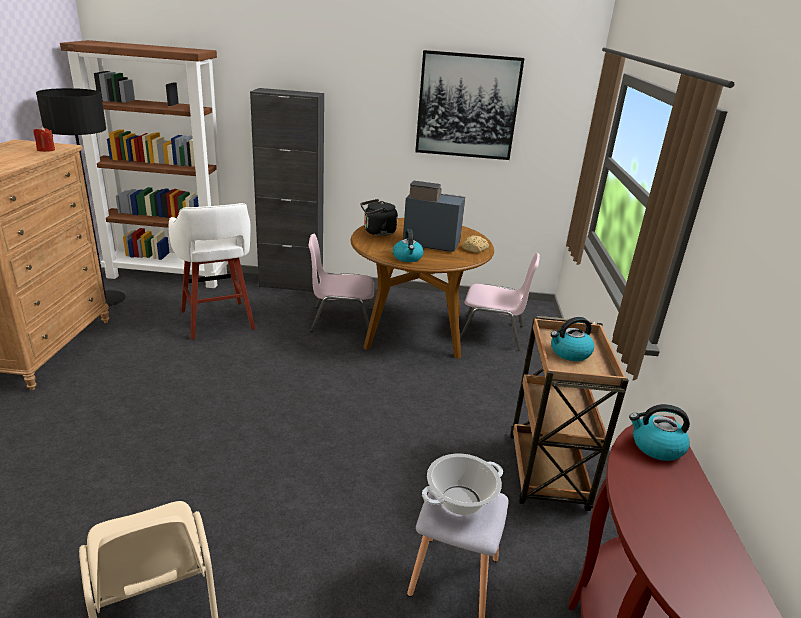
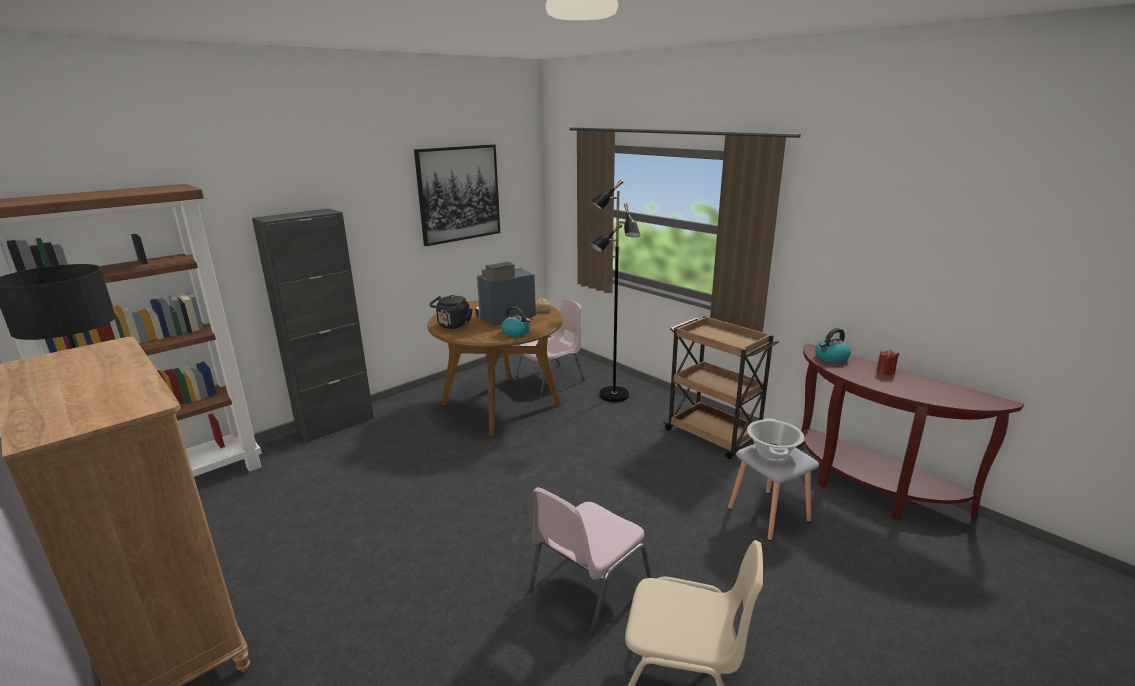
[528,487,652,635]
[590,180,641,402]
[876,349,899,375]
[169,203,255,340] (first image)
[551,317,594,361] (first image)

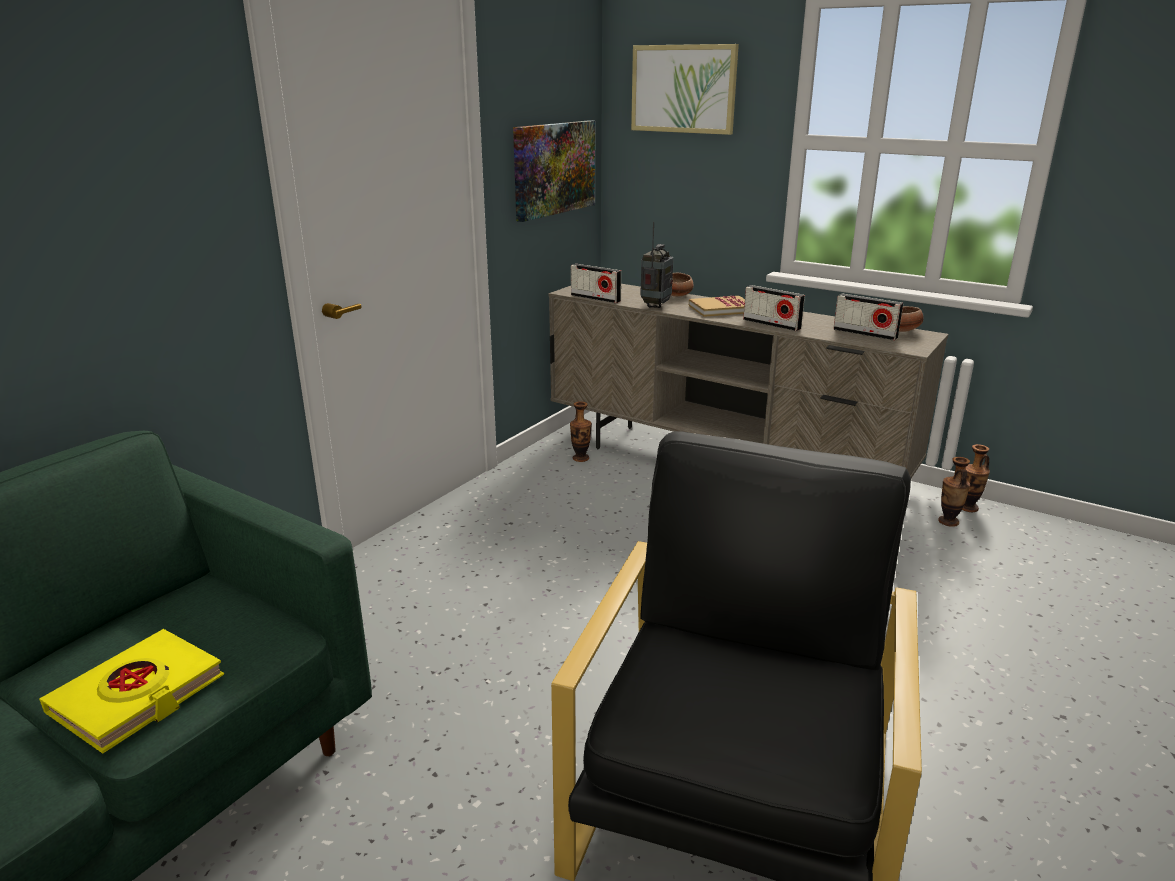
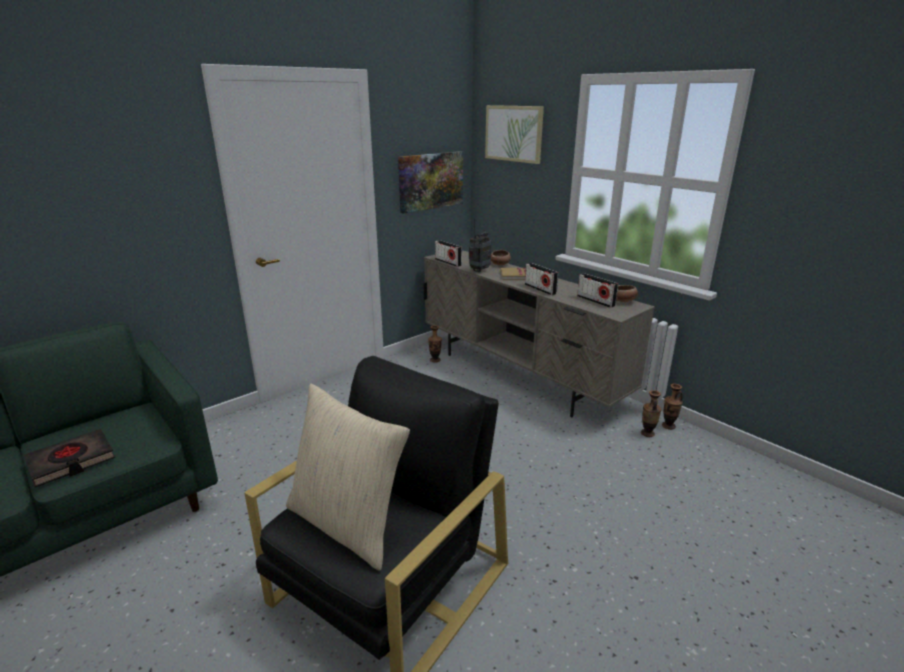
[24,429,115,488]
[286,384,410,571]

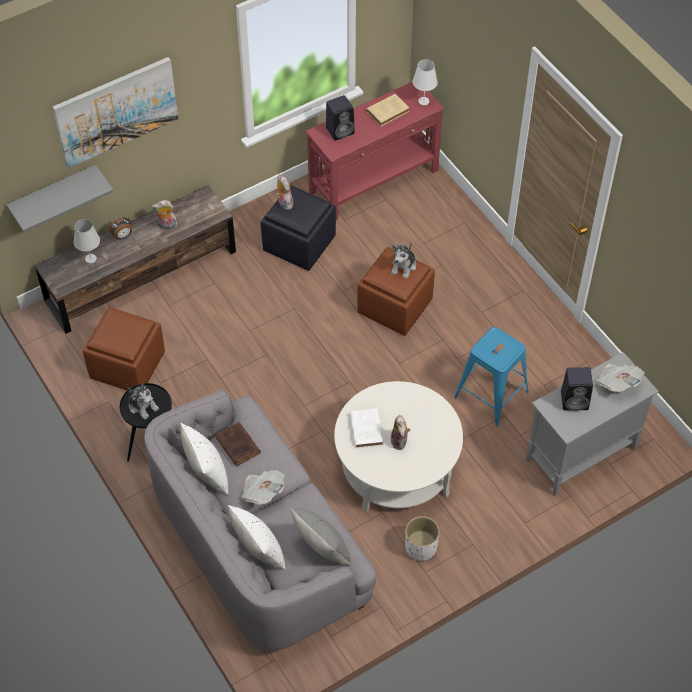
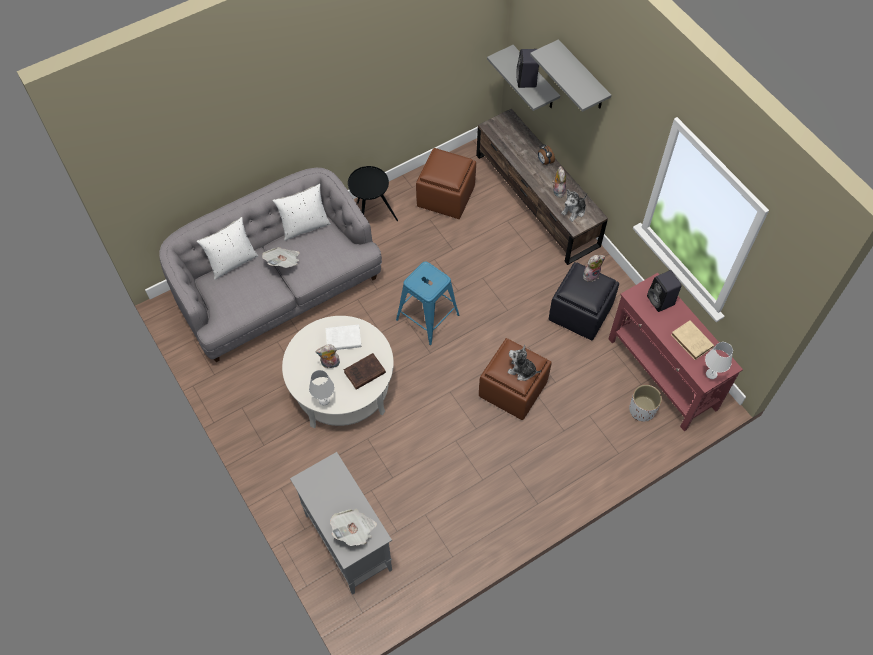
[309,370,334,405]
[344,353,386,390]
[396,261,460,345]
[516,49,539,88]
[530,39,611,112]
[561,189,587,222]
[629,385,662,421]
[290,507,352,565] (first image)

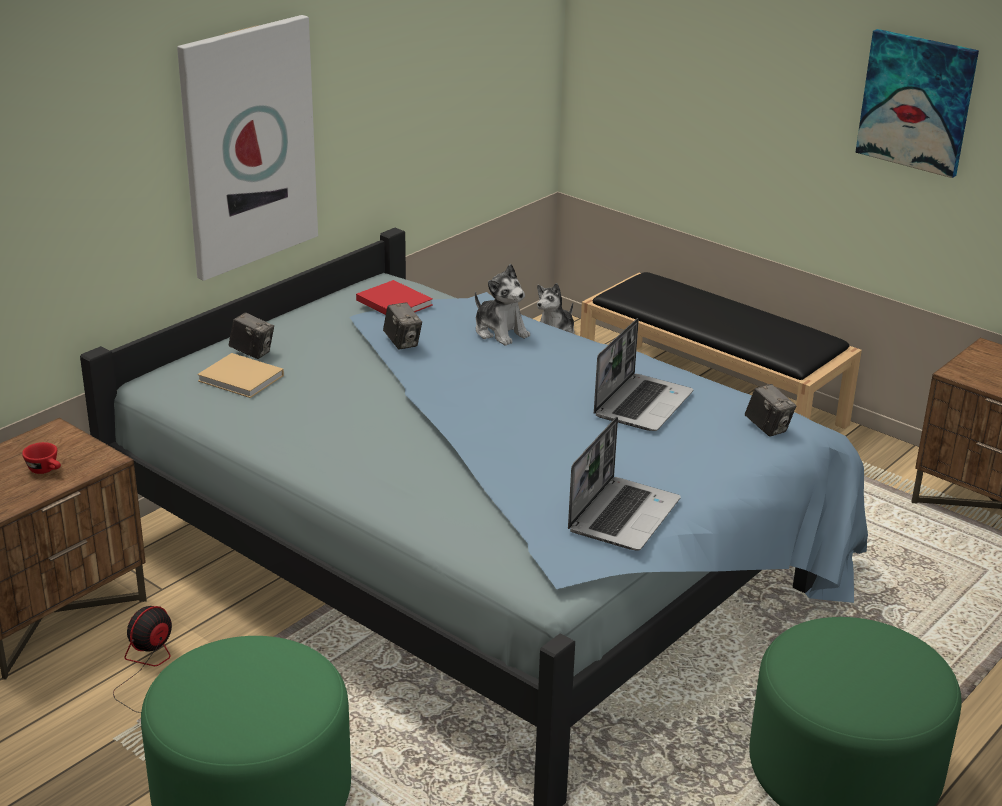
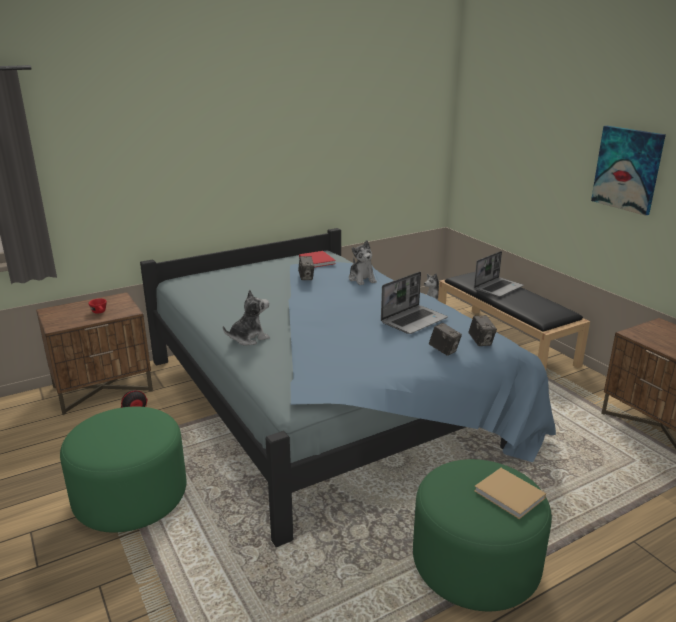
[223,290,270,345]
[429,323,462,356]
[474,251,524,297]
[474,468,546,519]
[177,15,318,281] (first image)

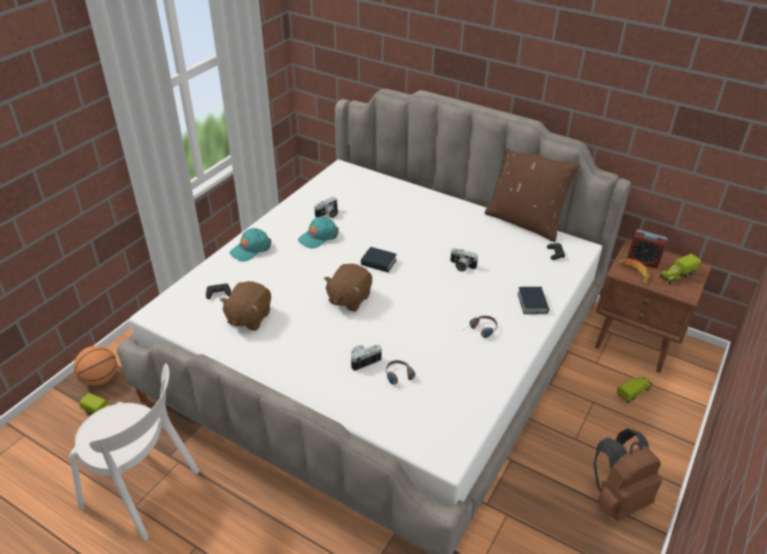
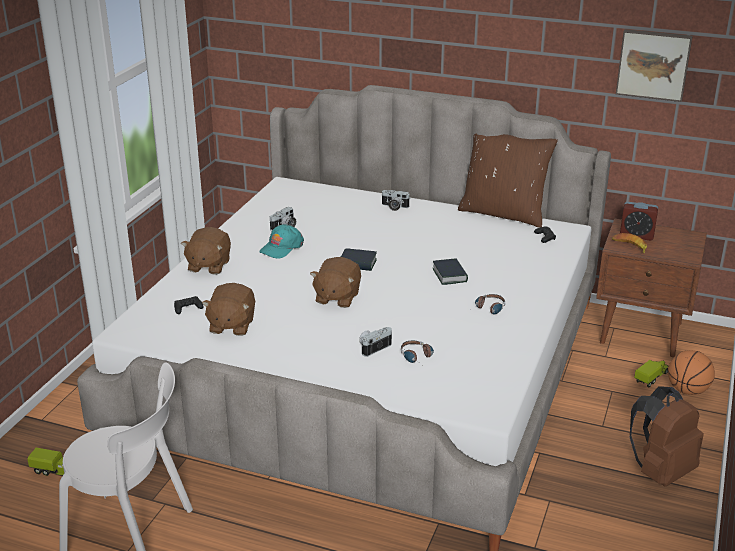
[181,227,231,275]
[381,190,410,211]
[432,258,468,285]
[616,29,692,102]
[668,350,715,395]
[659,254,701,284] (first image)

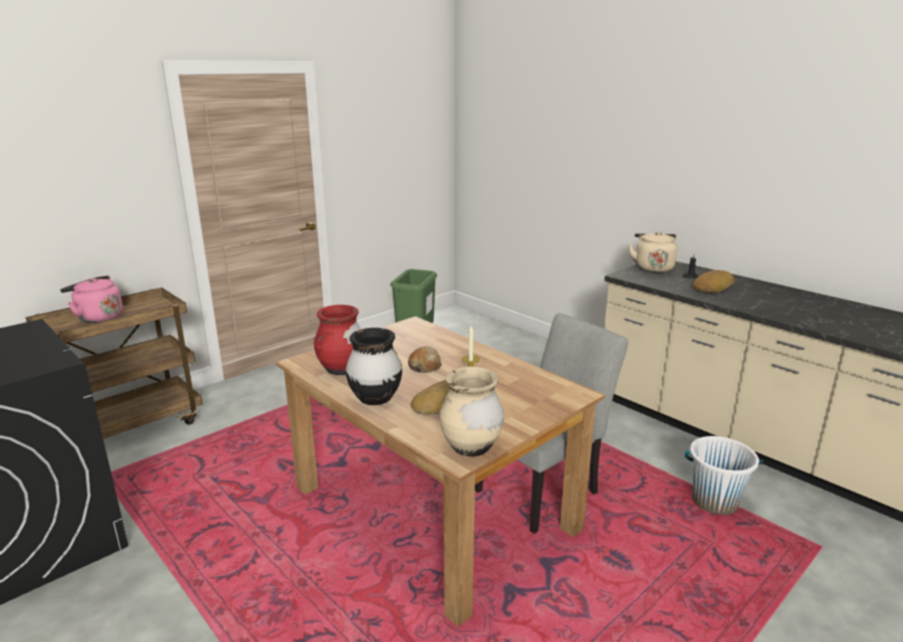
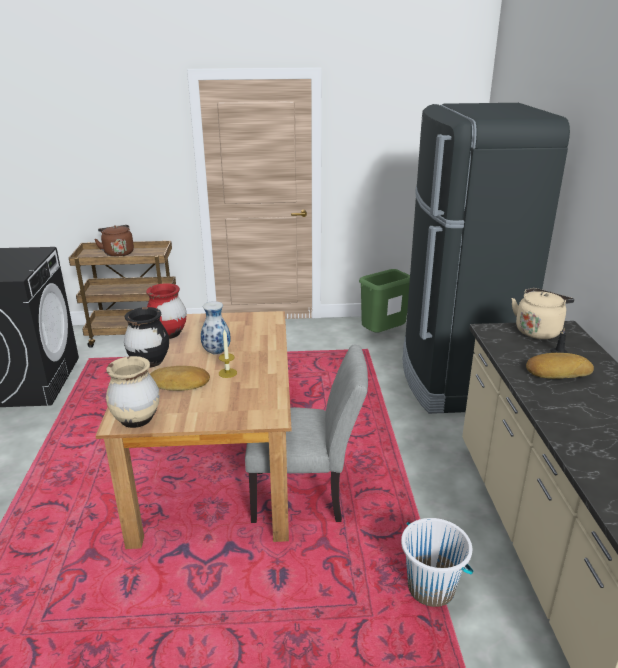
[94,225,134,256]
[201,301,231,355]
[403,103,570,414]

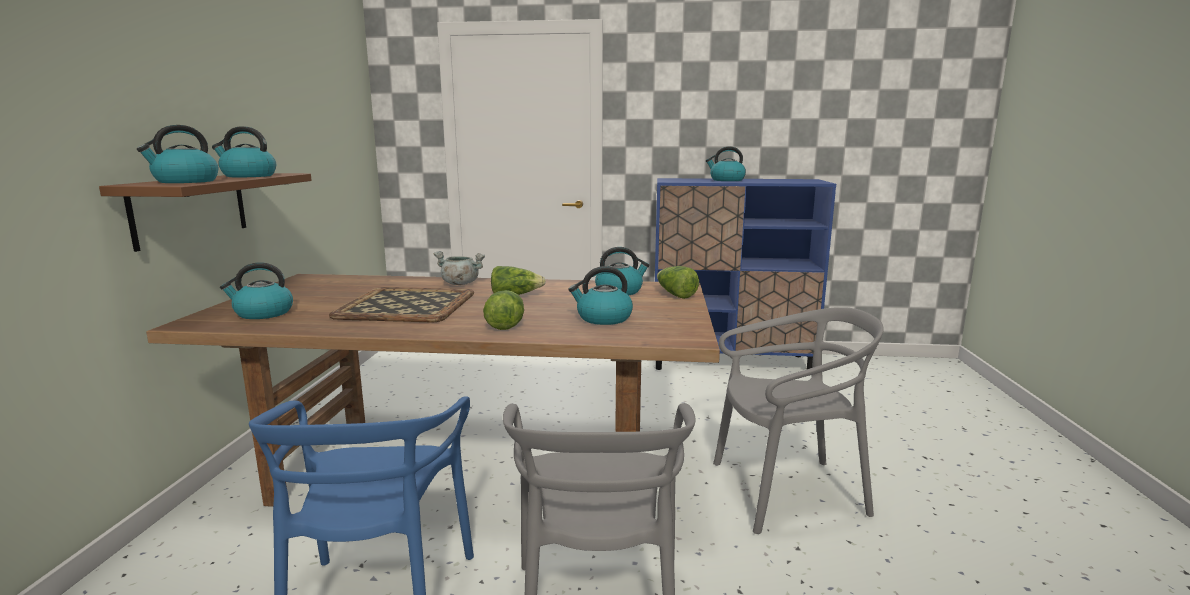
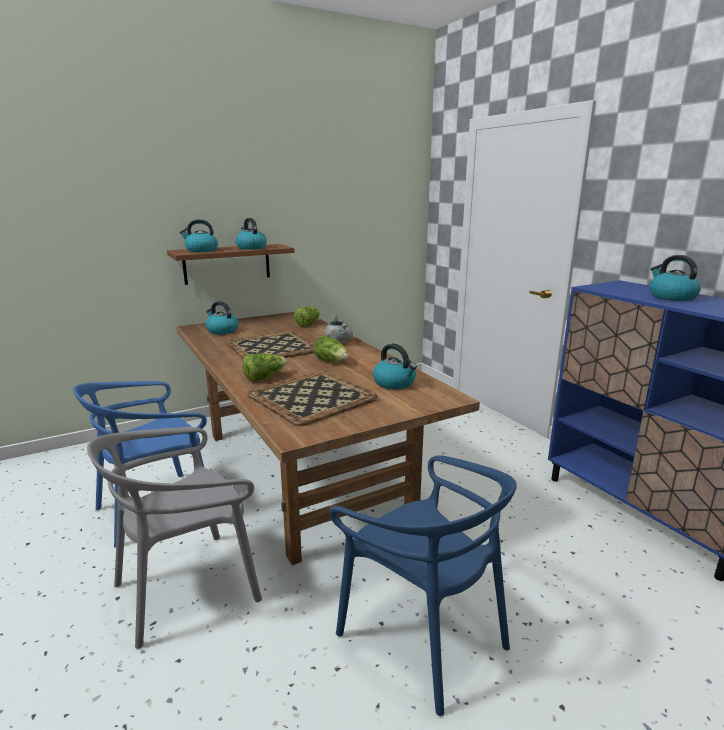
[247,371,378,426]
[294,307,320,327]
[329,455,517,716]

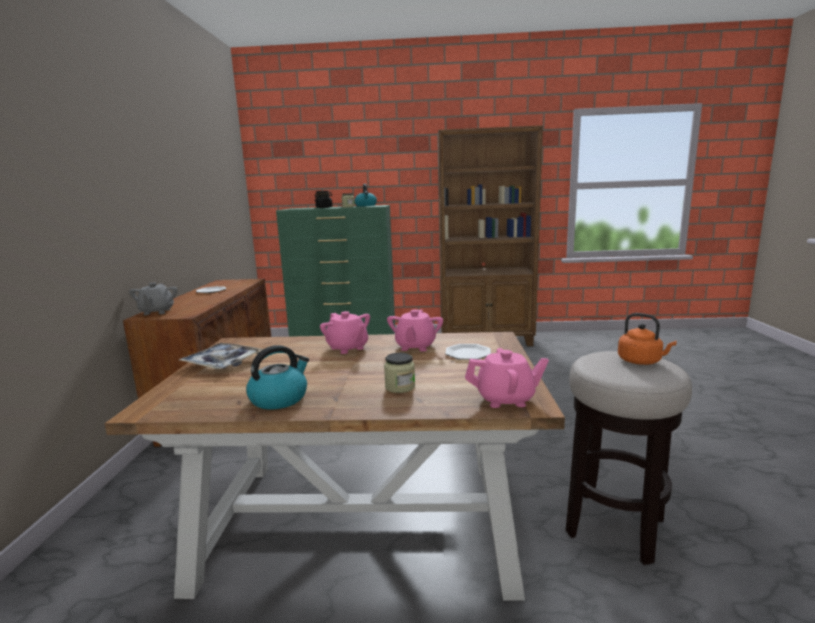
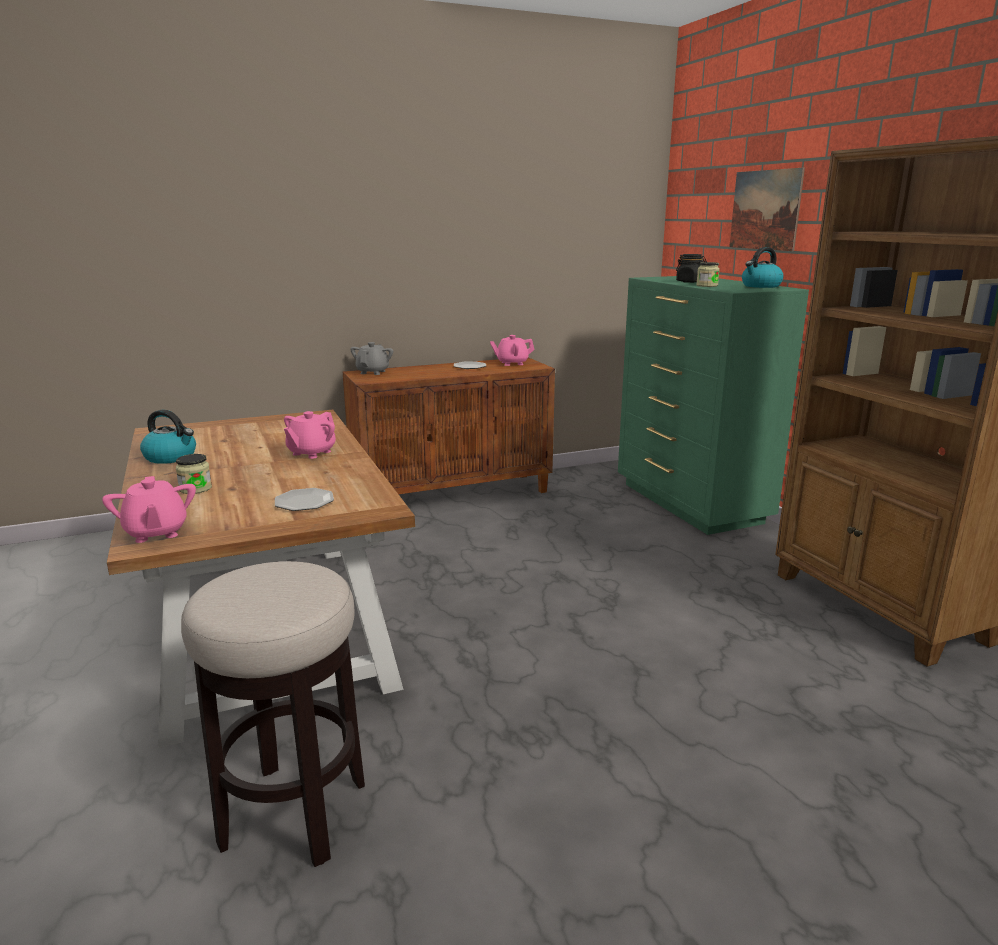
[350,342,393,375]
[490,335,535,366]
[729,168,805,251]
[179,343,263,369] (first image)
[618,313,677,365] (first image)

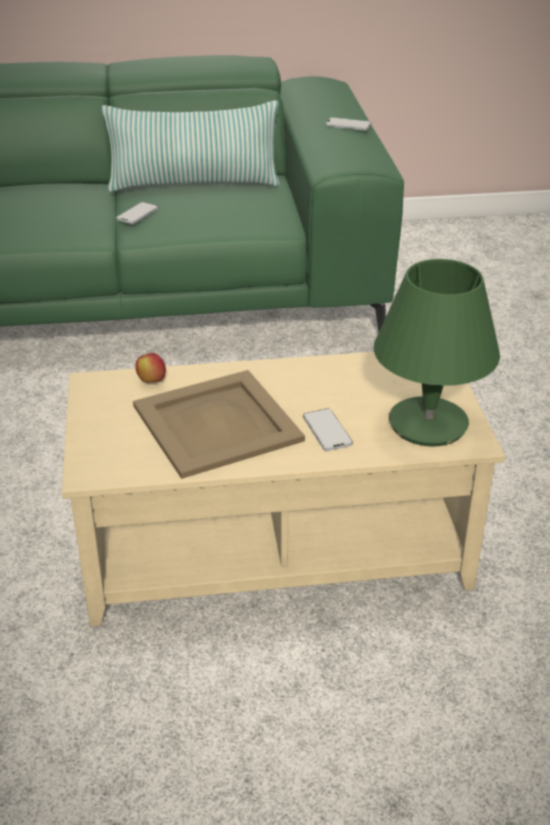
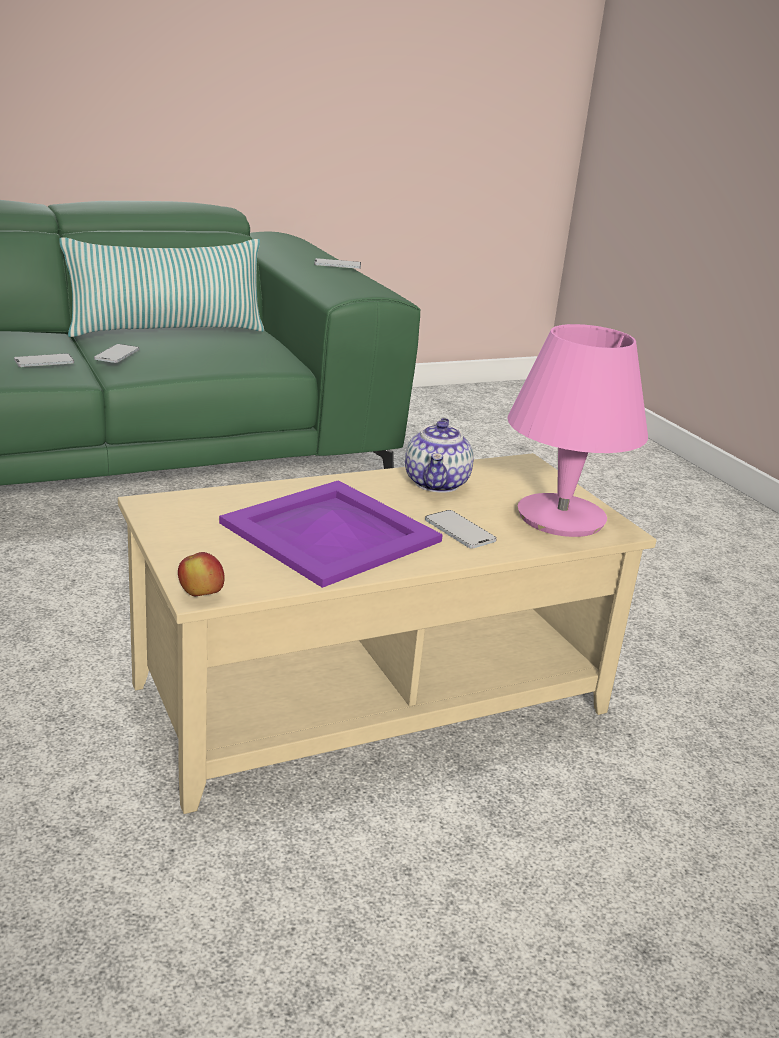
[14,353,74,367]
[178,552,225,596]
[219,480,443,588]
[405,418,474,493]
[507,324,648,537]

